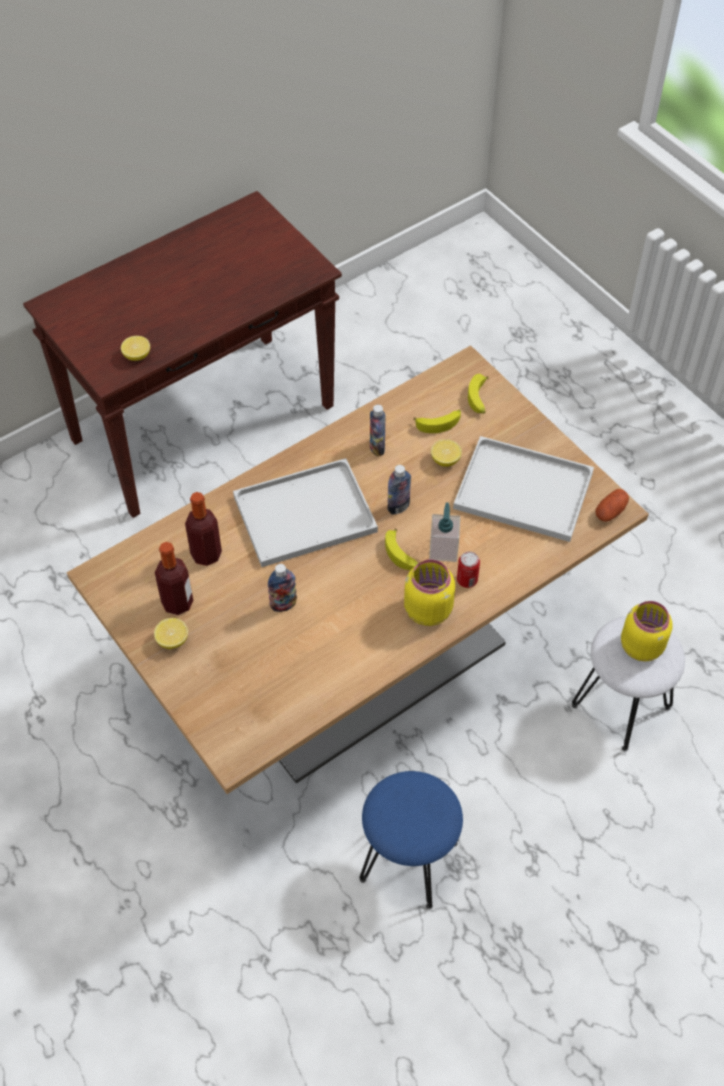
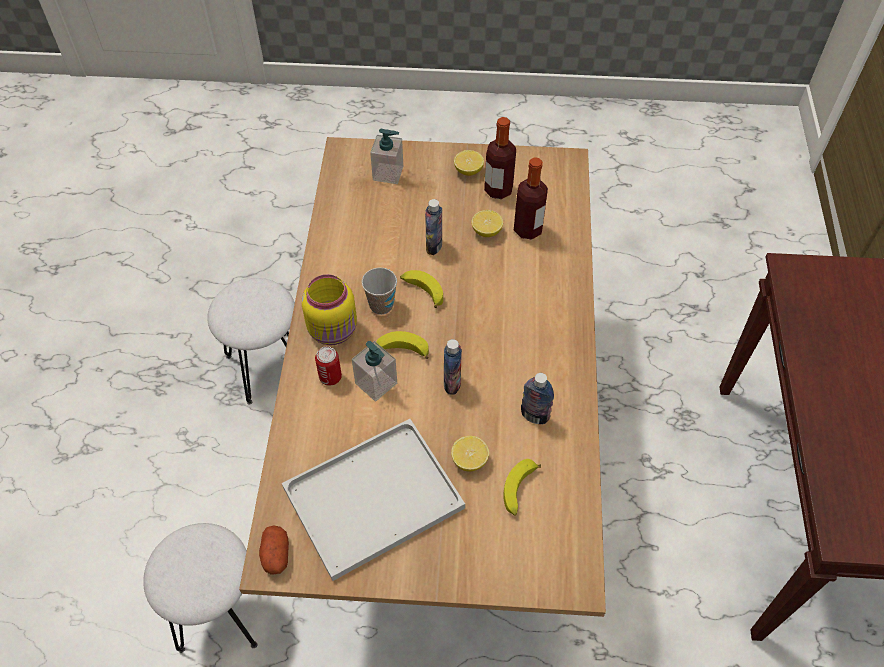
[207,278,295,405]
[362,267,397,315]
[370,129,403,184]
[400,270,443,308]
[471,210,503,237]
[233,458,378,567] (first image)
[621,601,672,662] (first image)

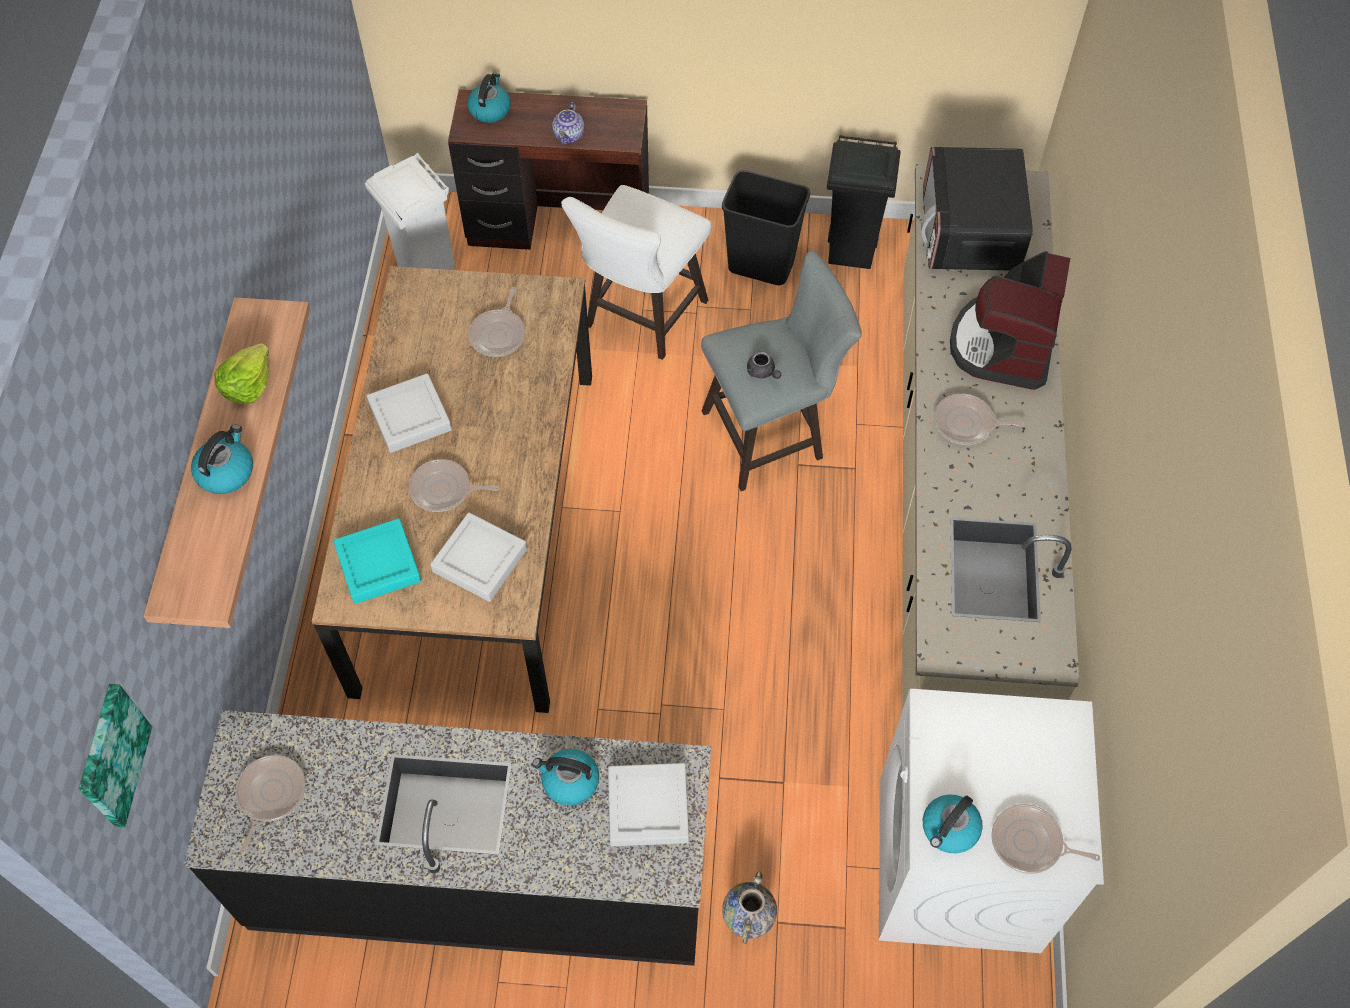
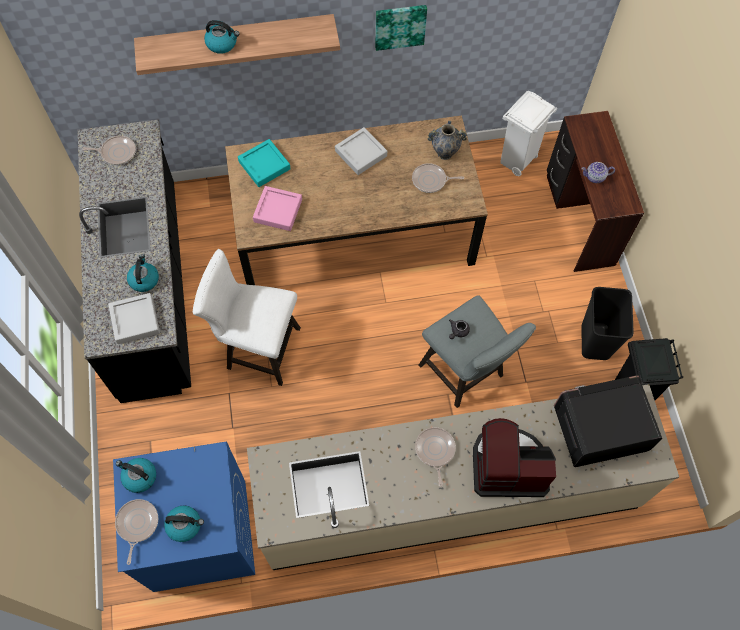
[113,441,255,592]
[164,505,204,542]
[193,249,301,386]
[253,186,302,231]
[375,5,427,51]
[428,121,467,160]
[215,343,270,404] (first image)
[409,459,500,512] (first image)

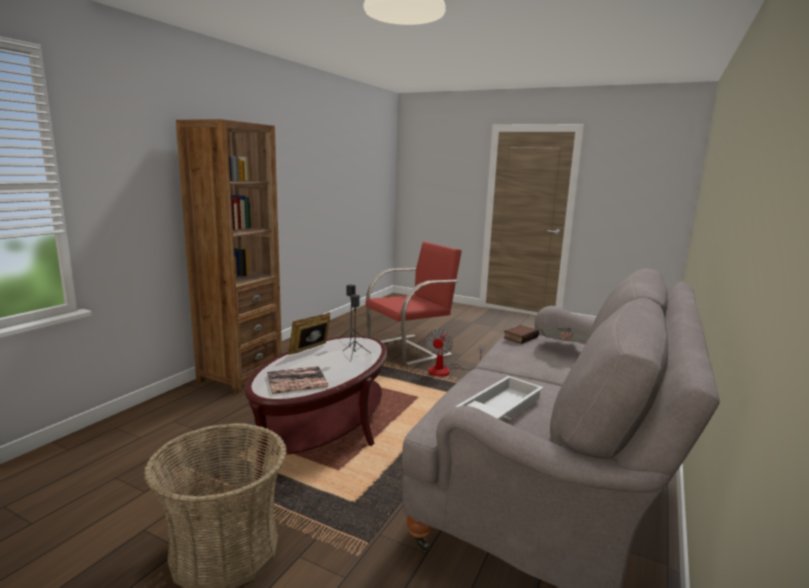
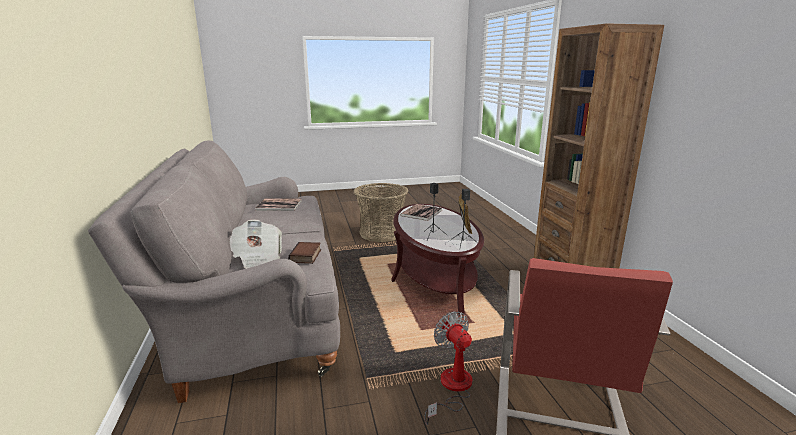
[256,199,302,211]

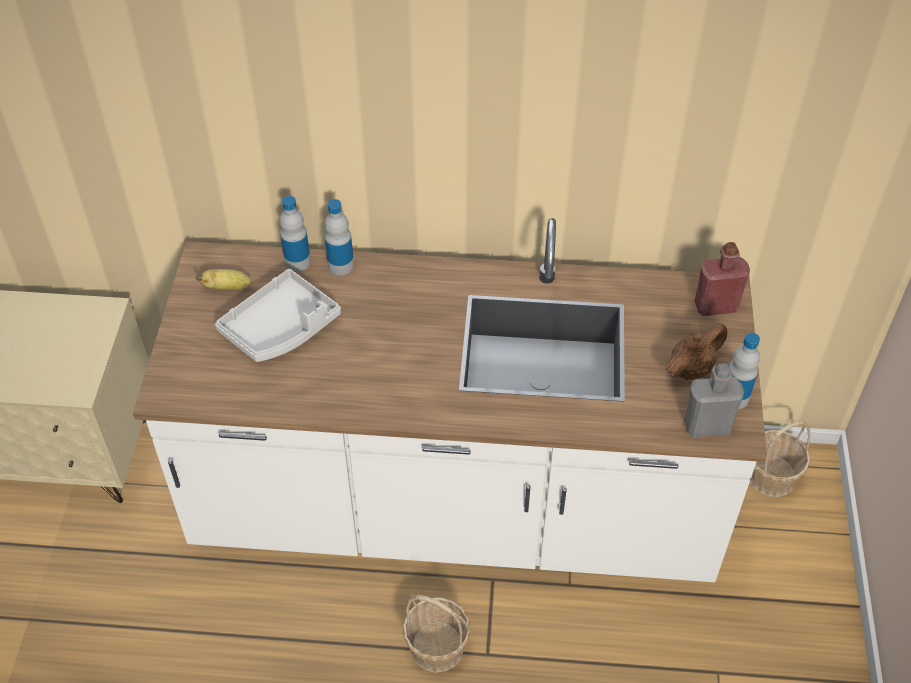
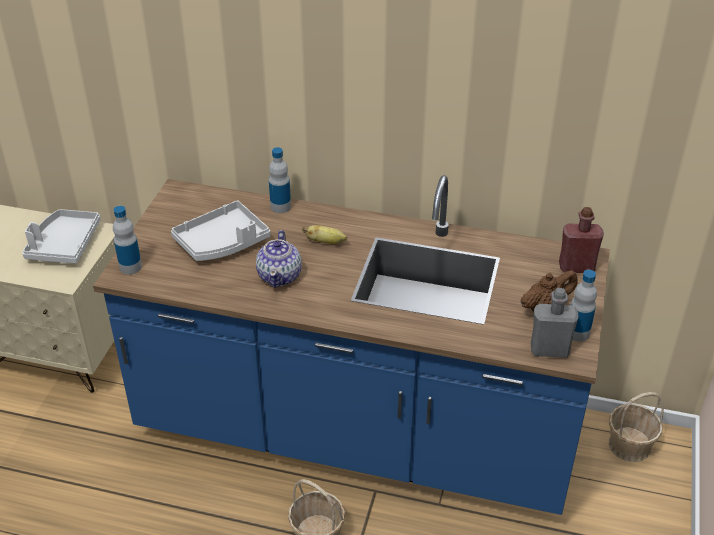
[22,209,101,264]
[93,175,610,515]
[113,206,142,275]
[256,230,301,288]
[302,225,347,244]

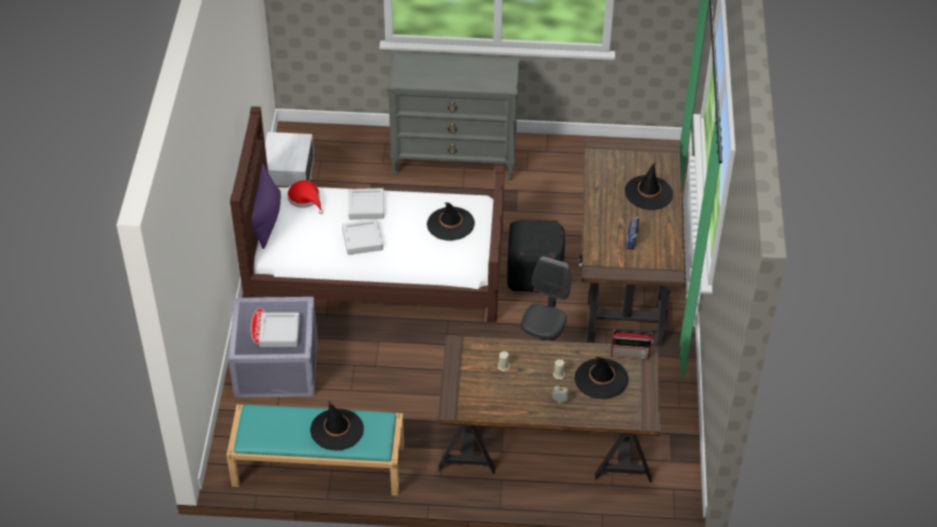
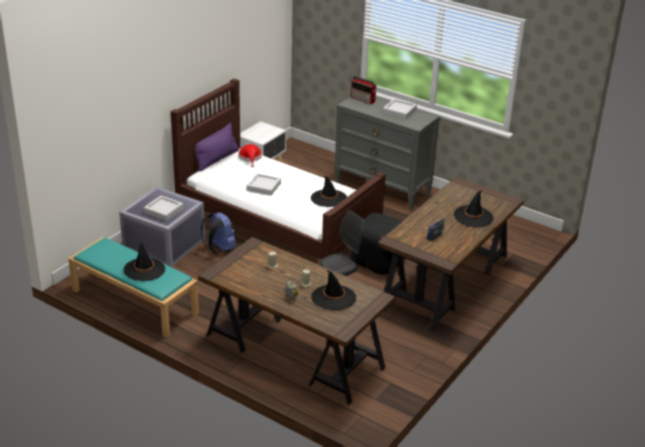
[201,212,236,254]
[351,76,376,105]
[383,99,417,119]

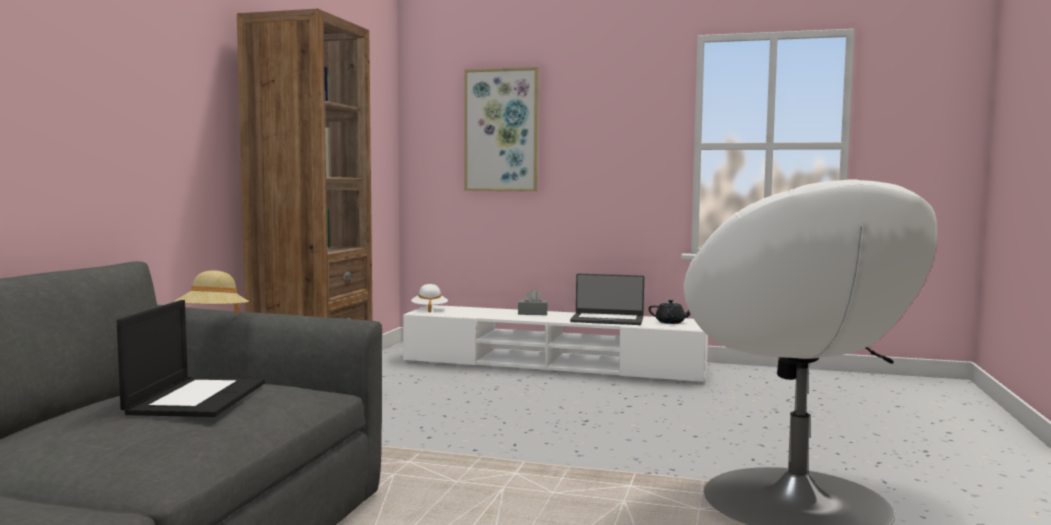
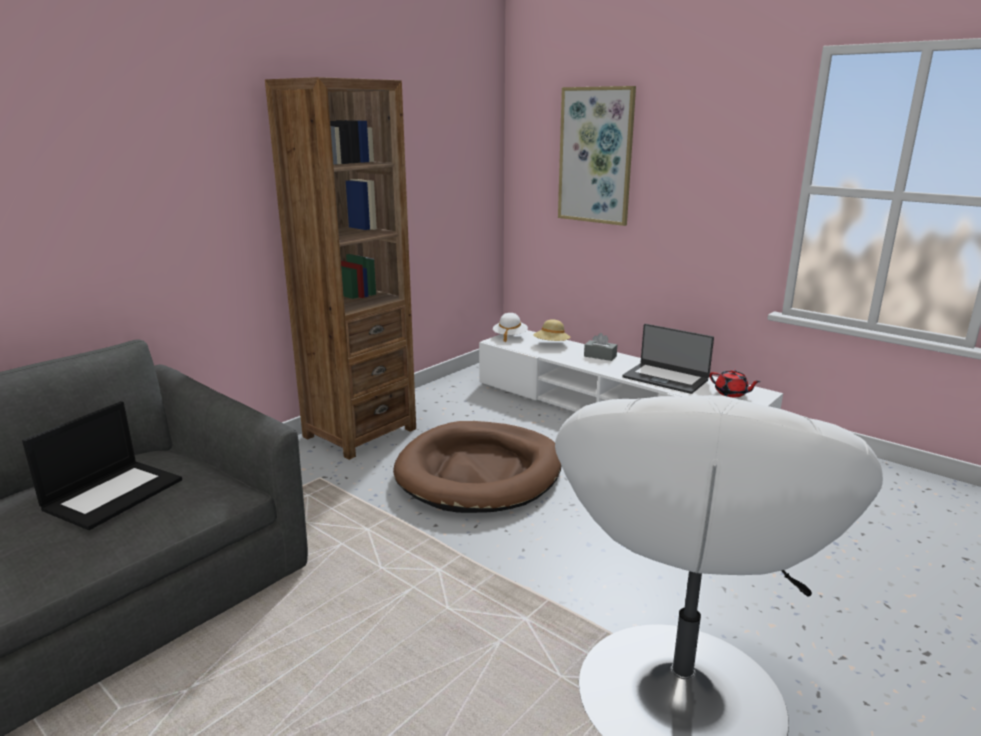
[393,421,561,513]
[533,319,570,341]
[709,369,761,397]

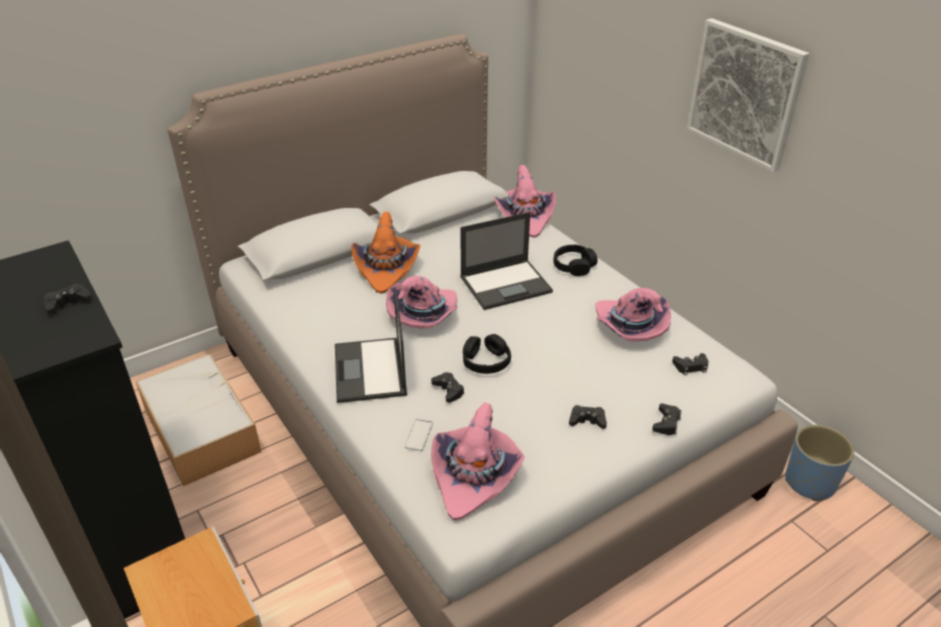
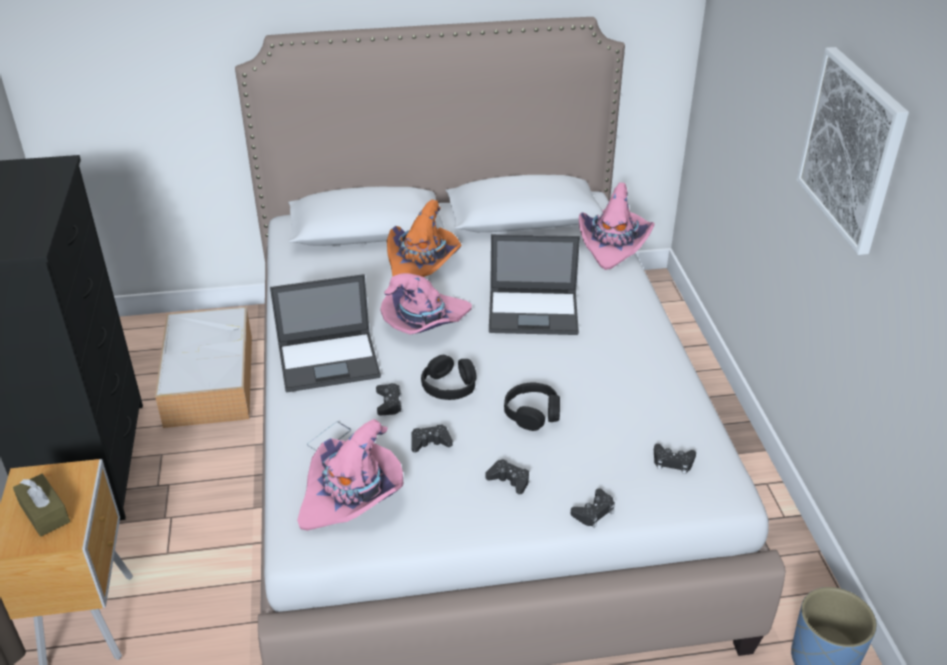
[13,474,70,537]
[270,274,381,393]
[411,424,453,452]
[504,382,560,431]
[596,288,671,341] (first image)

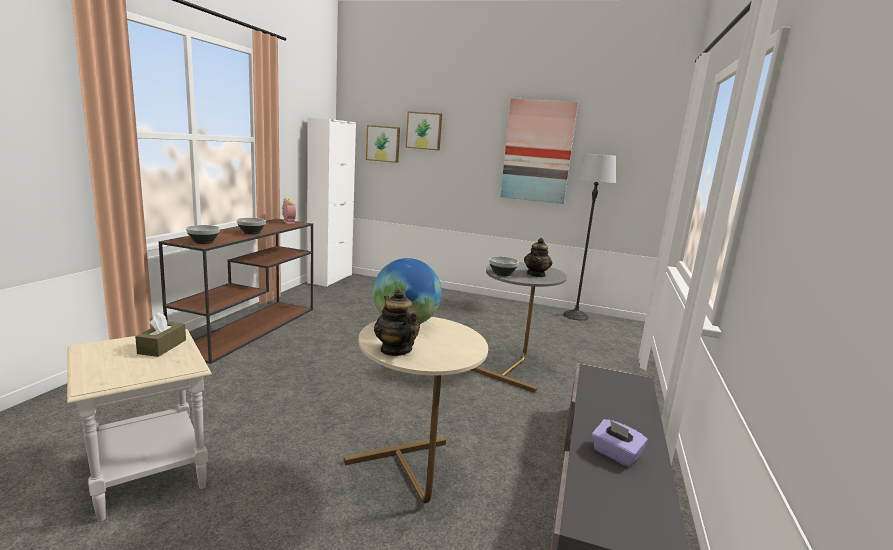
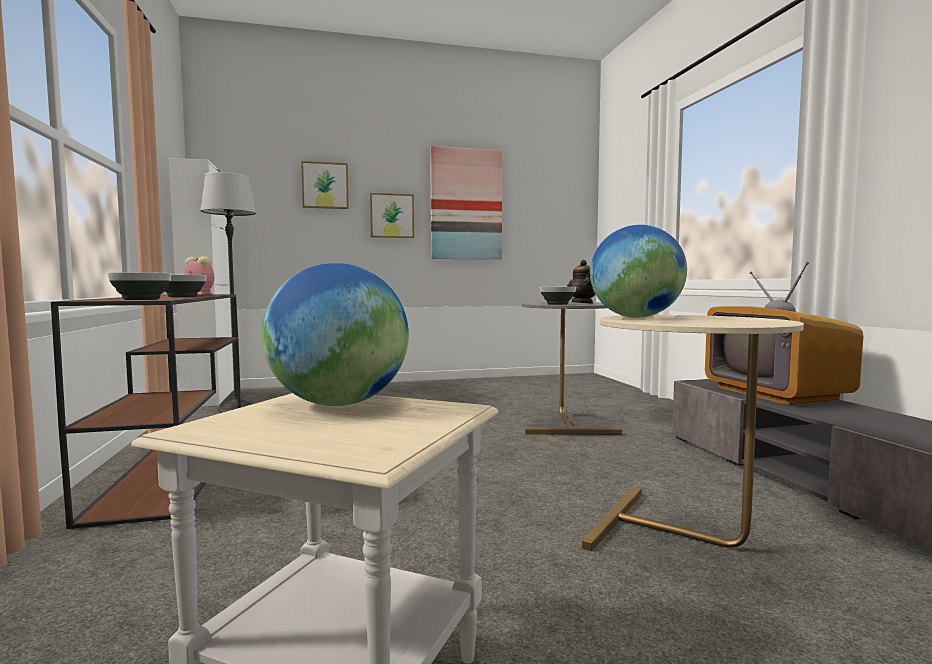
[200,172,256,413]
[261,263,409,406]
[370,193,414,238]
[705,262,864,405]
[374,289,420,356] (first image)
[592,419,648,467] (first image)

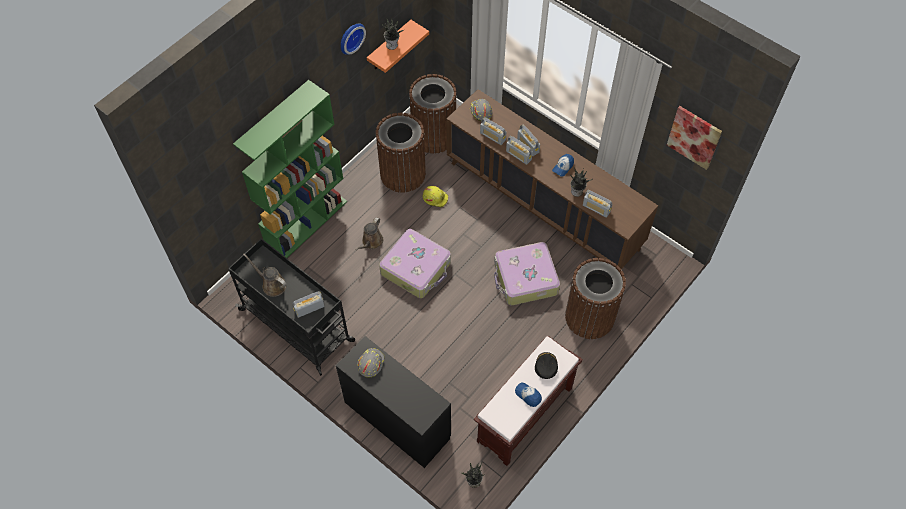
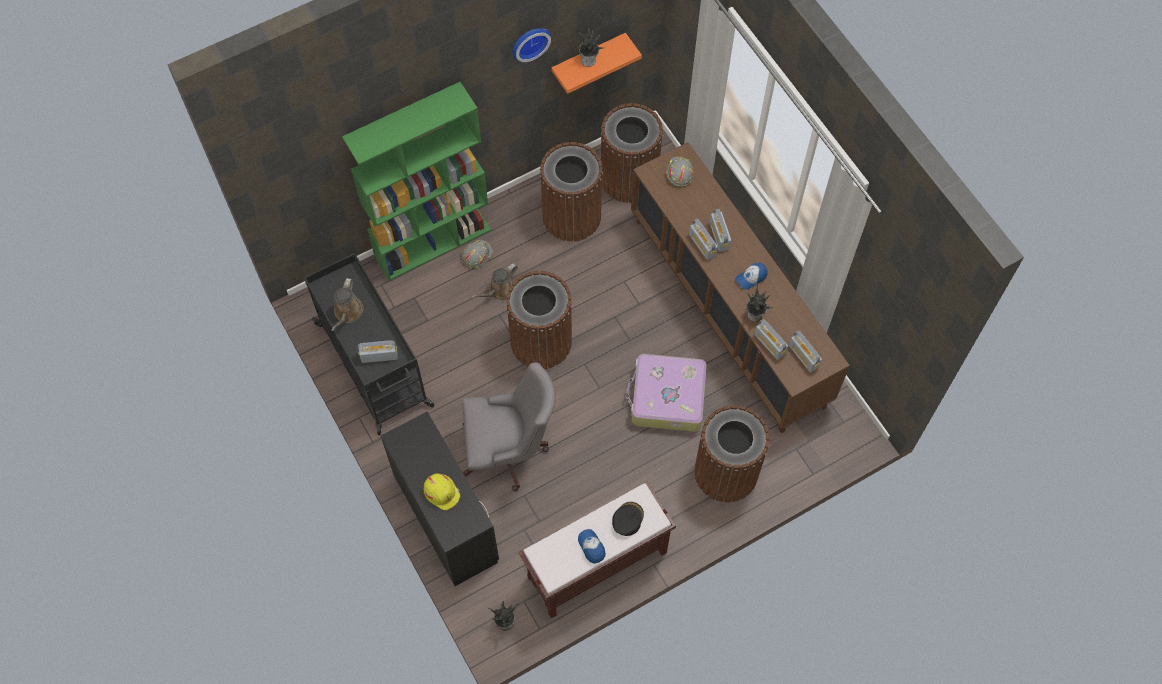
[331,278,364,331]
[424,474,461,511]
[461,240,494,269]
[462,362,556,492]
[506,271,572,369]
[789,331,822,372]
[667,106,722,170] (first image)

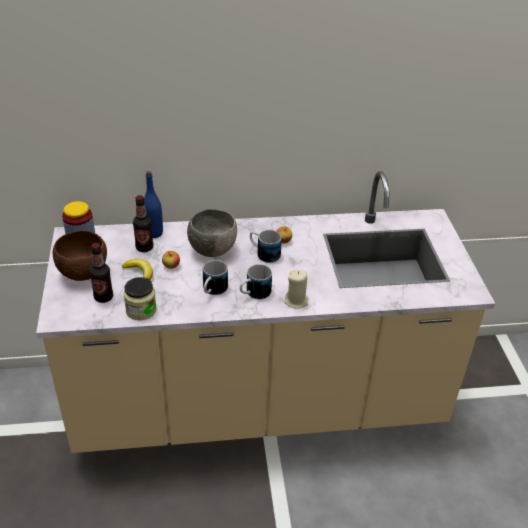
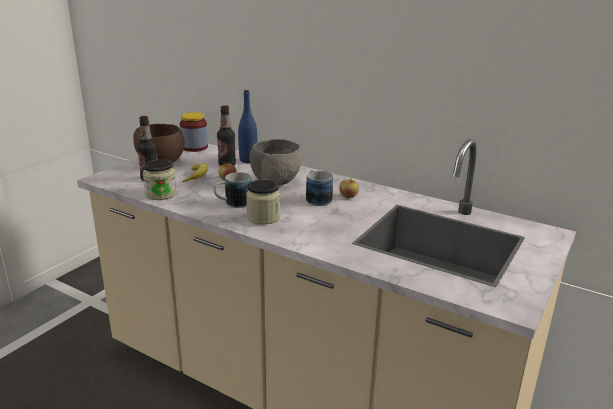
[246,180,280,225]
[285,269,309,309] (first image)

